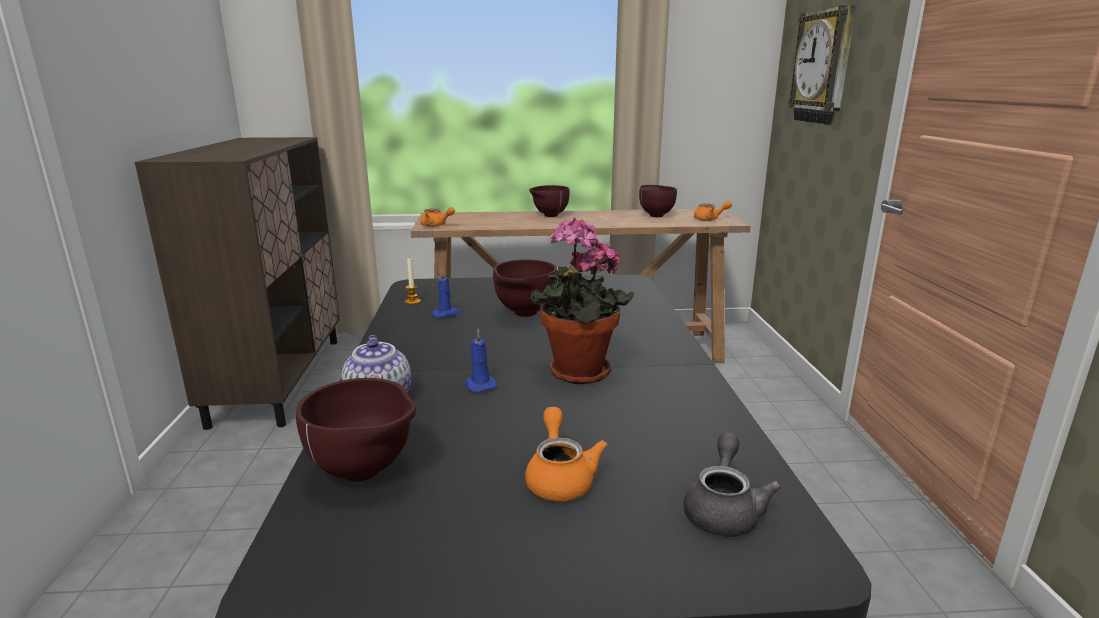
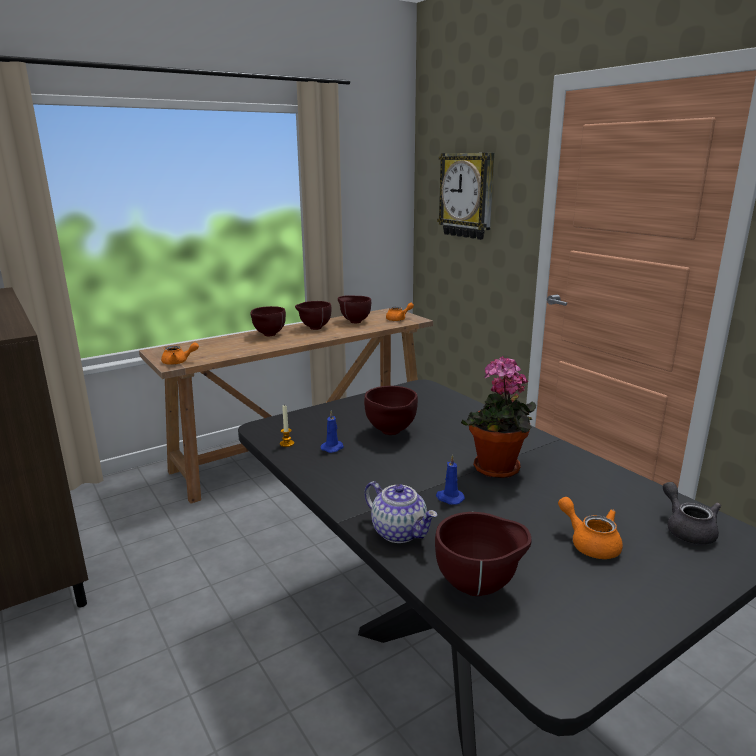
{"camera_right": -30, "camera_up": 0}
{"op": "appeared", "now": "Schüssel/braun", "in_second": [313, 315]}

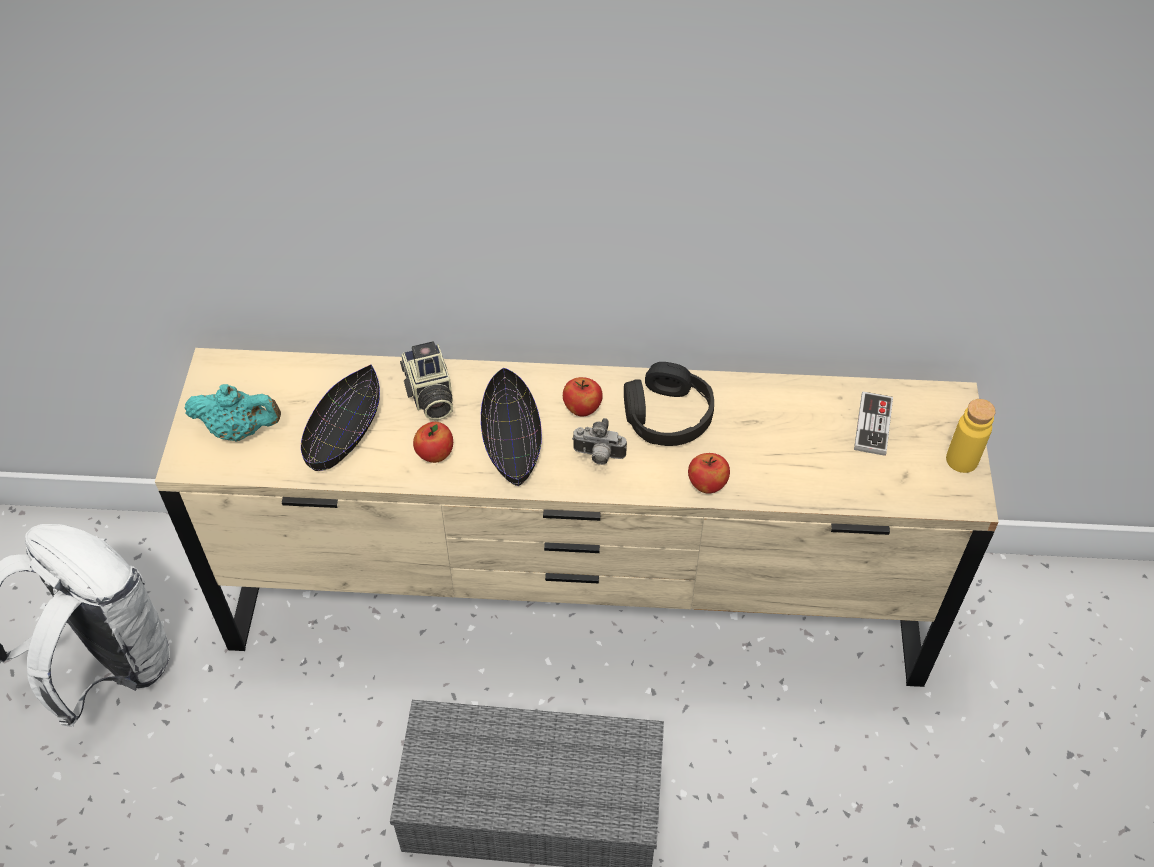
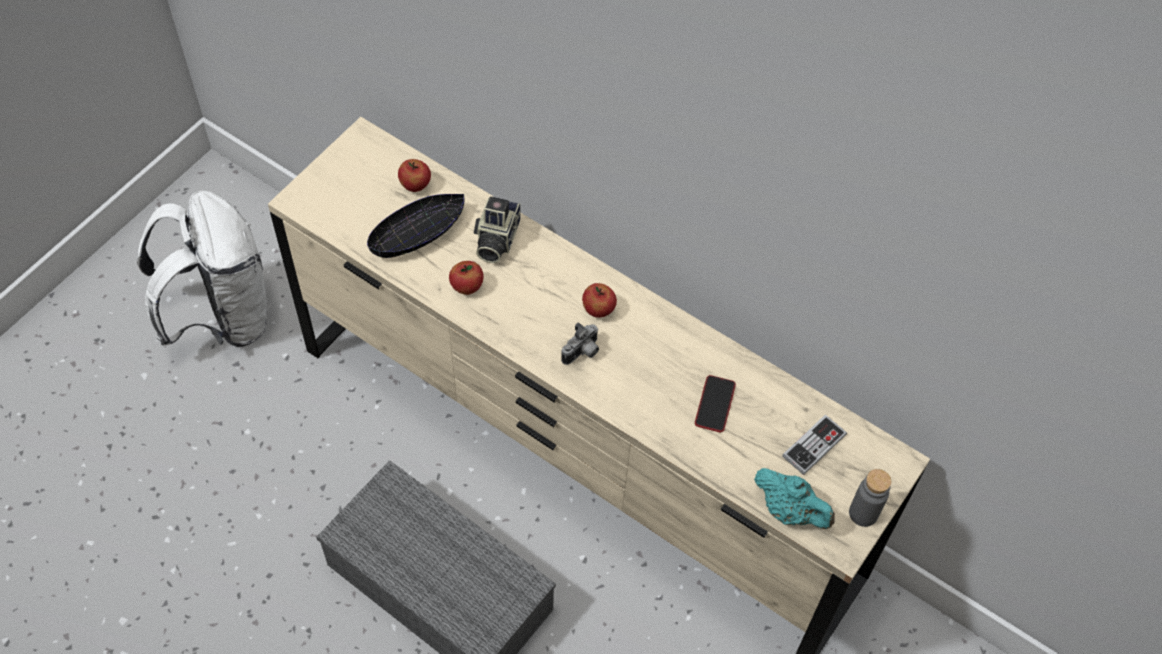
{"camera_right": 30, "camera_up": 5}
{"op": "relocated", "was": "Apfel", "in_first": [709, 473], "in_second": [414, 175]}
{"op": "spun", "was": "Kamera", "in_first": [599, 441], "in_second": [580, 344], "clockwise": -90}
{"op": "appeared", "now": "Handy", "in_second": [715, 403]}
{"op": "relocated", "was": "Teekanne/türkis", "in_first": [232, 413], "in_second": [794, 498]}
{"op": "colour", "was": "Flasche/gelb", "now": "Flasche/grau", "in_first": [971, 436], "in_second": [870, 498]}
{"op": "missing", "was": "Schüssel/schwarz", "in_first": [511, 427]}
{"op": "missing", "was": "Kopfhörer/schwarz", "in_first": [669, 404]}

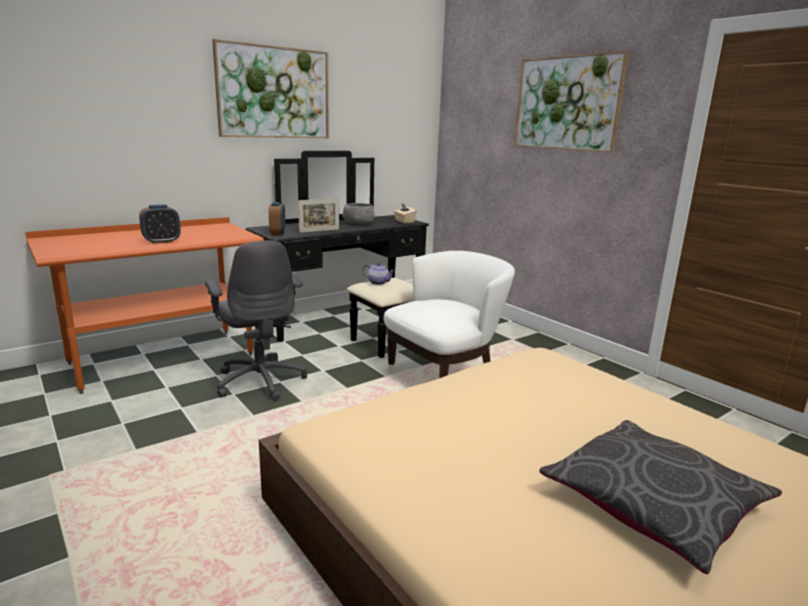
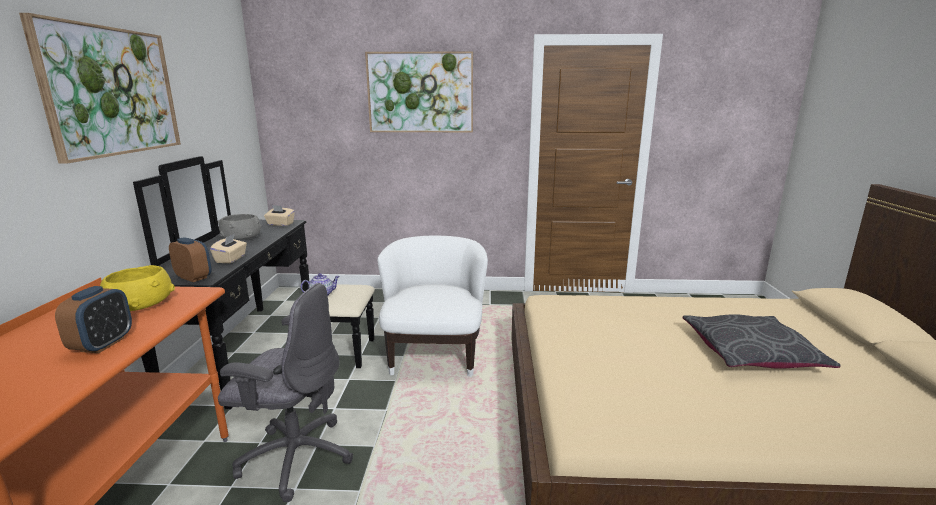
{"camera_right": -50, "camera_up": 0}
{"op": "appeared", "now": "Schüssel/gelb", "in_second": [137, 288]}
{"op": "exchanged", "was": "Bilderrahmen", "now": "Taschentuchbox/beige", "in_first": [318, 215], "in_second": [228, 248]}

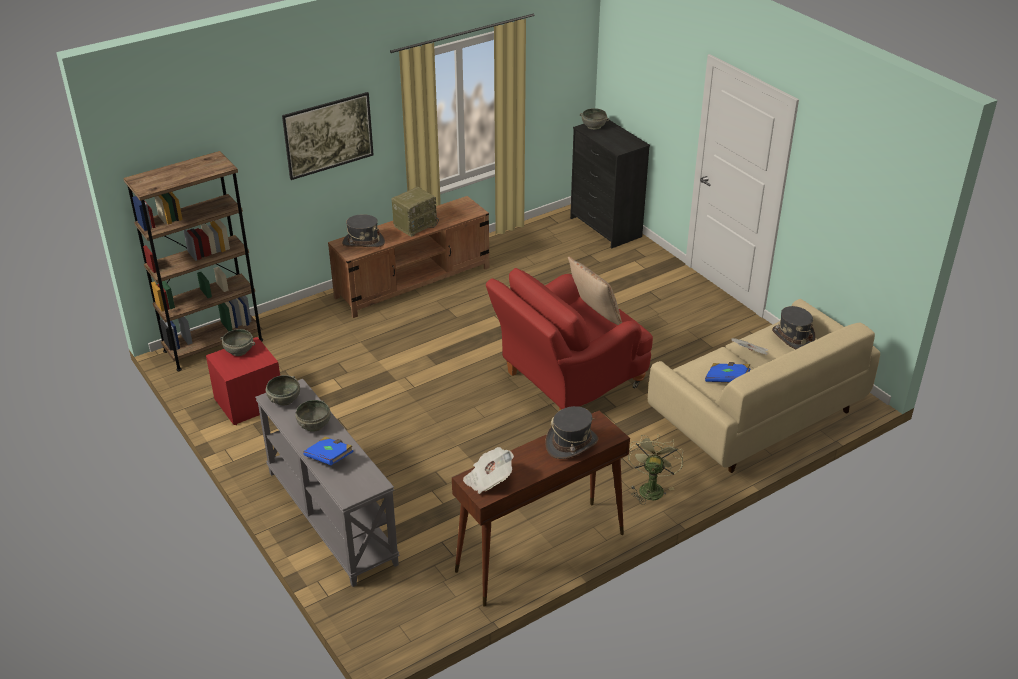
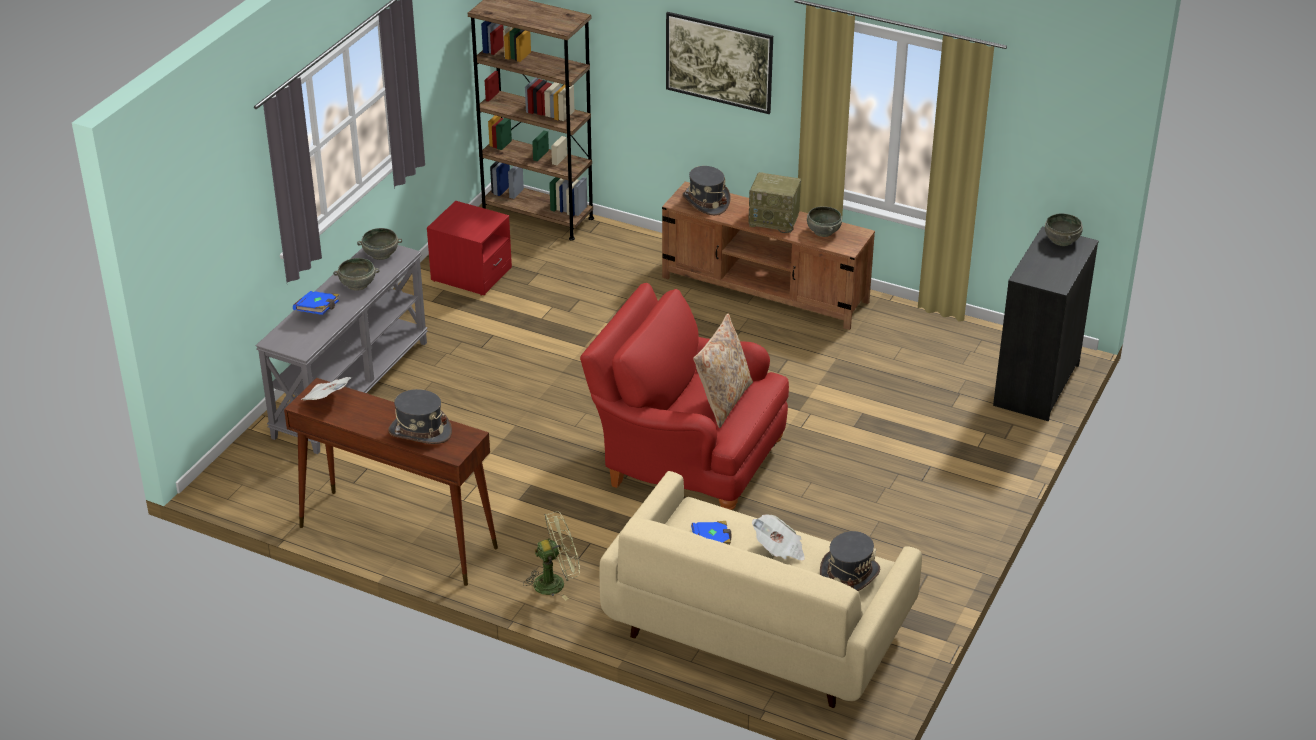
{"camera_right": 60, "camera_up": 0}
{"op": "relocated", "was": "Schüssel/grau", "in_first": [237, 342], "in_second": [824, 221]}

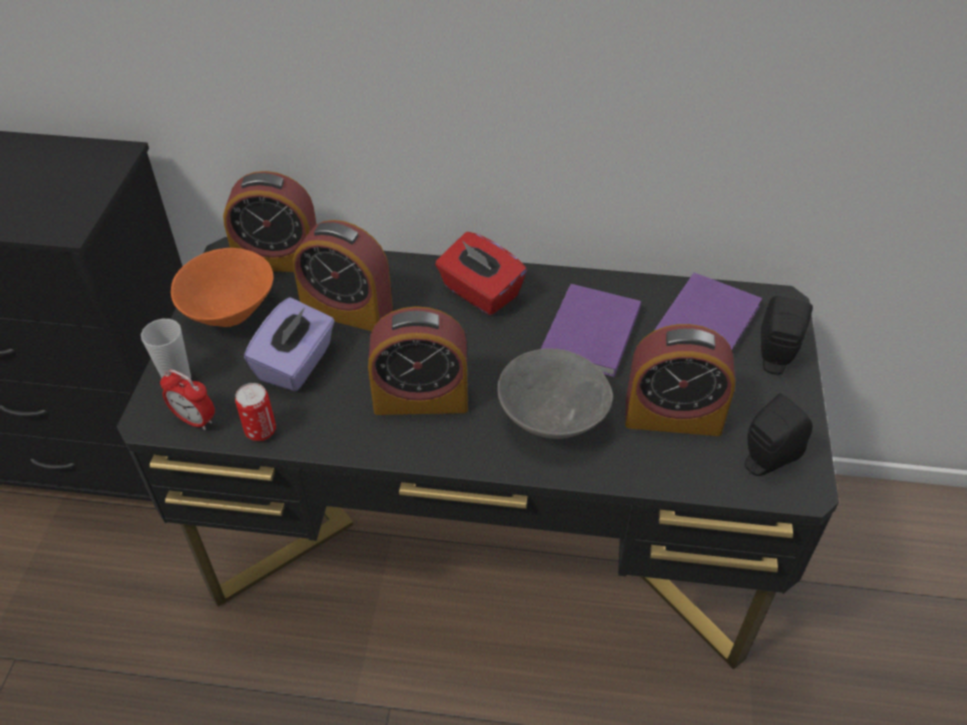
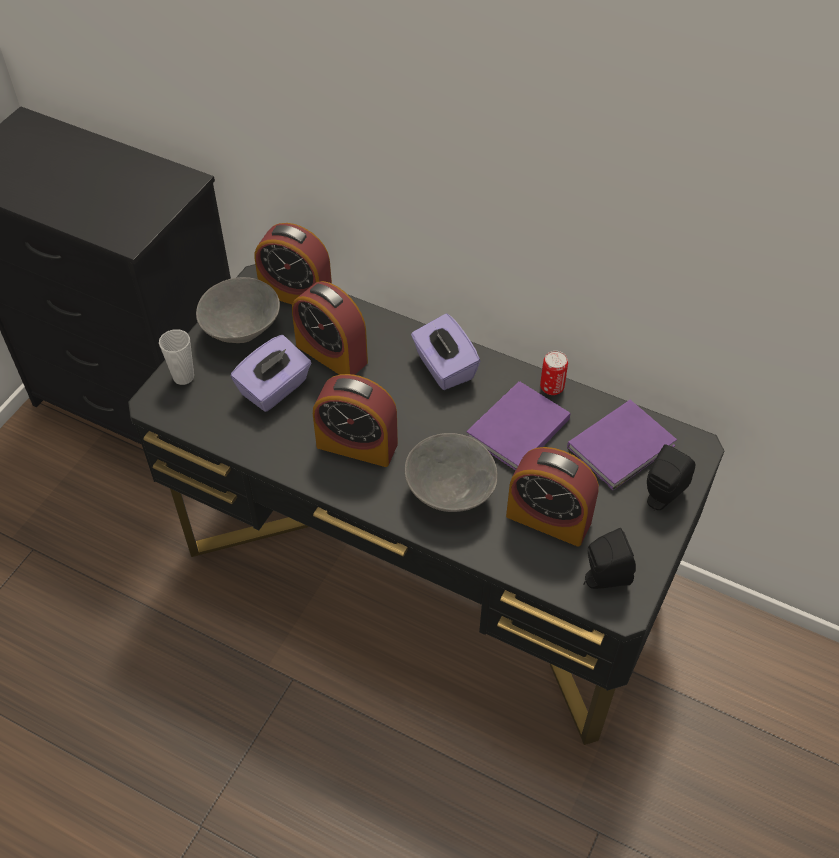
{"camera_right": 20, "camera_up": 5}
{"op": "colour", "was": "Schüssel/orange", "now": "Schüssel/grau", "in_first": [222, 287], "in_second": [238, 310]}
{"op": "colour", "was": "Taschentuchbox/rot", "now": "Taschentuchbox/lila", "in_first": [481, 273], "in_second": [445, 352]}
{"op": "relocated", "was": "Dose", "in_first": [255, 412], "in_second": [554, 373]}
{"op": "missing", "was": "Wecker", "in_first": [187, 400]}

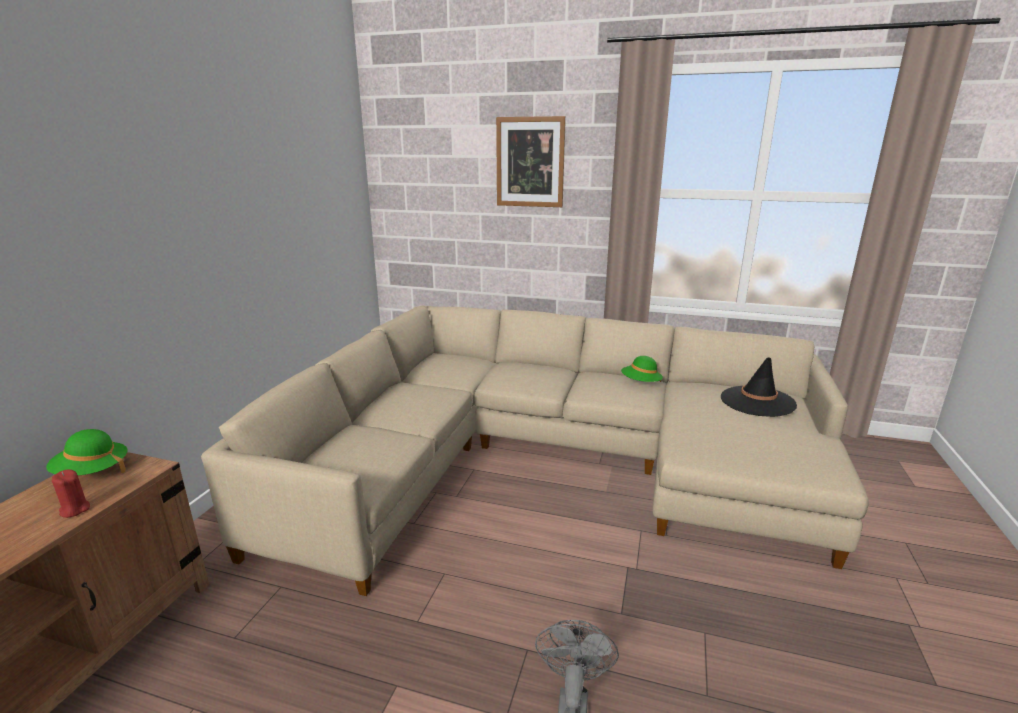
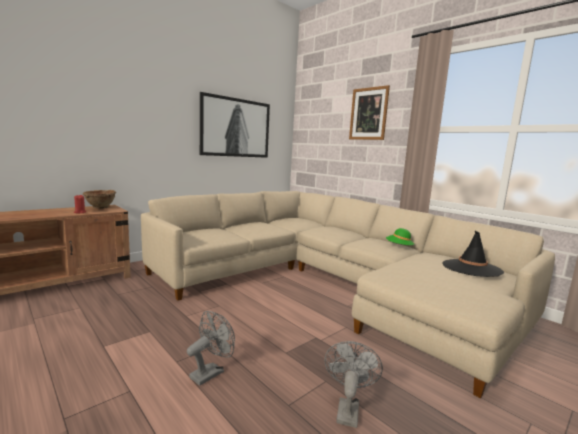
{"camera_right": 30, "camera_up": -10}
{"op": "exchanged", "was": "Hut/grün", "now": "Schüssel/braun", "in_first": [87, 452], "in_second": [99, 199]}
{"op": "appeared", "now": "Bild", "in_second": [235, 125]}
{"op": "appeared", "now": "Ventilator/grau", "in_second": [353, 384]}

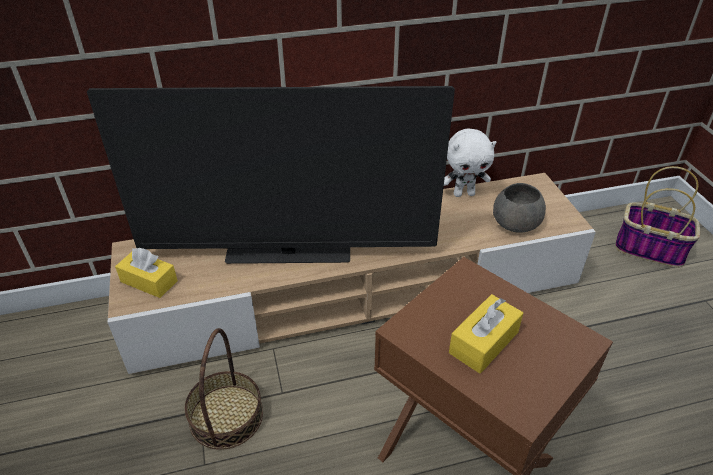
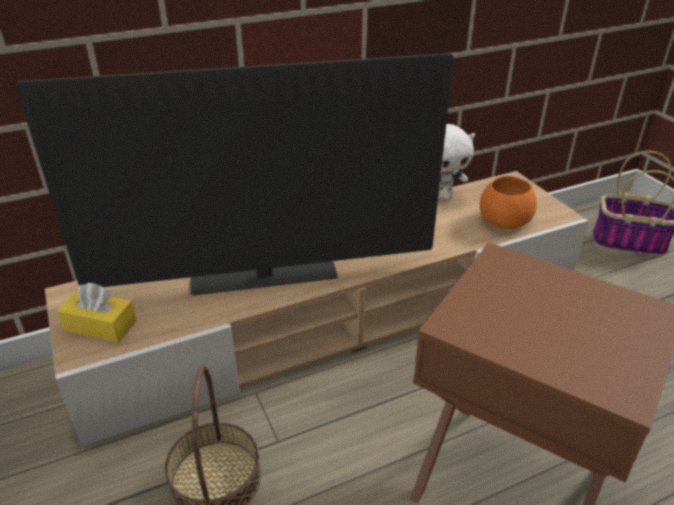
{"camera_right": -10, "camera_up": -5}
{"op": "colour", "was": "Schüssel/grau", "now": "Schüssel/orange", "in_first": [519, 208], "in_second": [508, 202]}
{"op": "missing", "was": "Taschentuchbox/gelb", "in_first": [486, 333]}

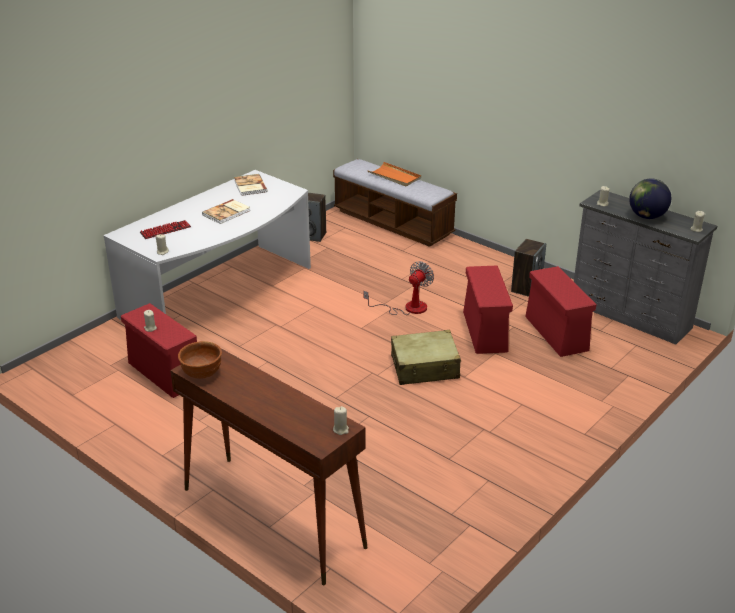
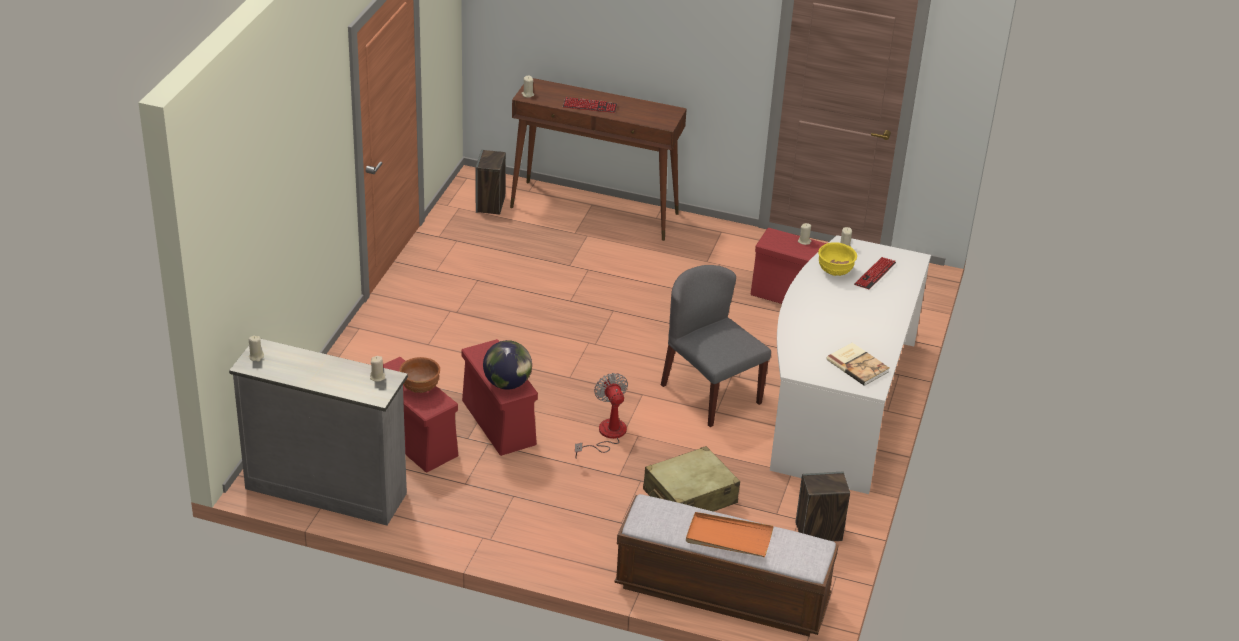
{"camera_right": 155, "camera_up": 5}
{"op": "relocated", "was": "Schüssel/braun", "in_first": [200, 360], "in_second": [419, 375]}
{"op": "relocated", "was": "Lautsprecher", "in_first": [528, 268], "in_second": [490, 181]}
{"op": "relocated", "was": "Globus", "in_first": [650, 198], "in_second": [507, 365]}
{"op": "appeared", "now": "Tastatur", "in_second": [590, 105]}
{"op": "spun", "was": "Ventilator", "in_first": [398, 288], "in_second": [601, 416], "clockwise": 150}
{"op": "relocated", "was": "Koffer/beige", "in_first": [426, 357], "in_second": [691, 479]}
{"op": "appeared", "now": "Stuhl/grau", "in_second": [716, 346]}
{"op": "appeared", "now": "Schüssel/gelb", "in_second": [837, 259]}
{"op": "missing", "was": "Buch", "in_first": [226, 211]}

